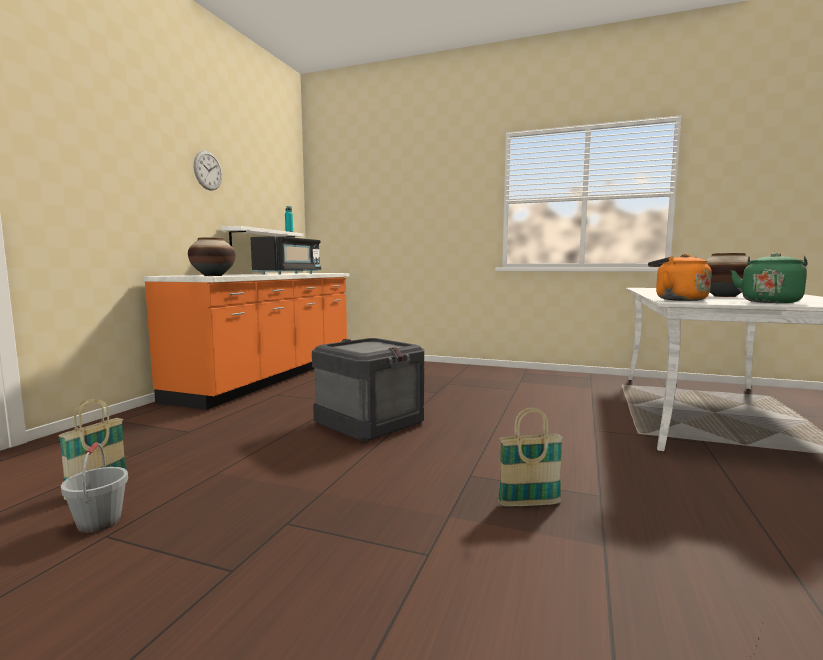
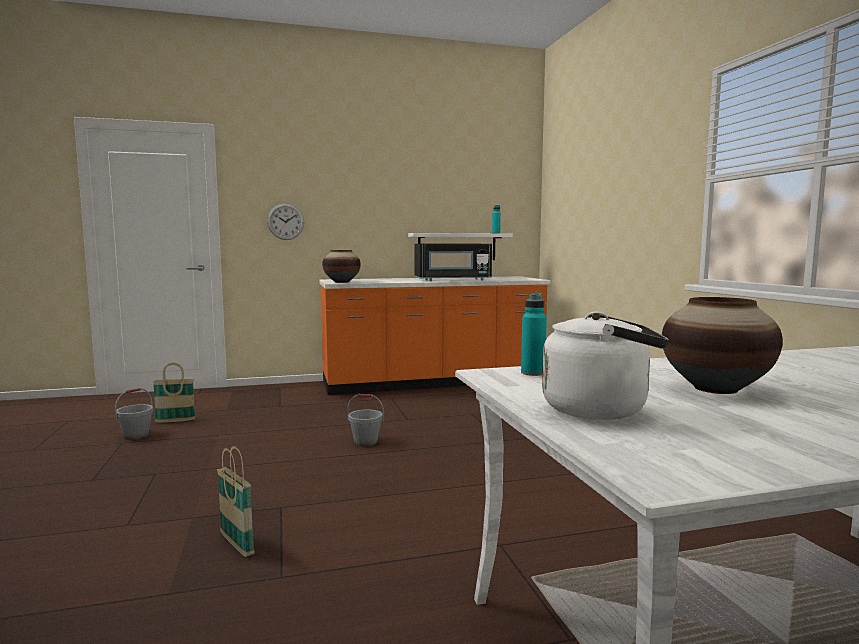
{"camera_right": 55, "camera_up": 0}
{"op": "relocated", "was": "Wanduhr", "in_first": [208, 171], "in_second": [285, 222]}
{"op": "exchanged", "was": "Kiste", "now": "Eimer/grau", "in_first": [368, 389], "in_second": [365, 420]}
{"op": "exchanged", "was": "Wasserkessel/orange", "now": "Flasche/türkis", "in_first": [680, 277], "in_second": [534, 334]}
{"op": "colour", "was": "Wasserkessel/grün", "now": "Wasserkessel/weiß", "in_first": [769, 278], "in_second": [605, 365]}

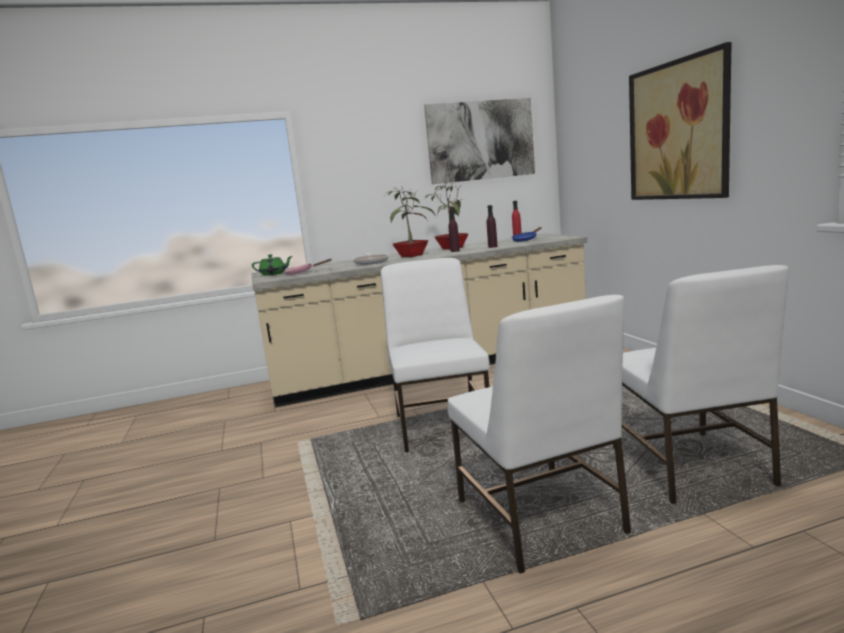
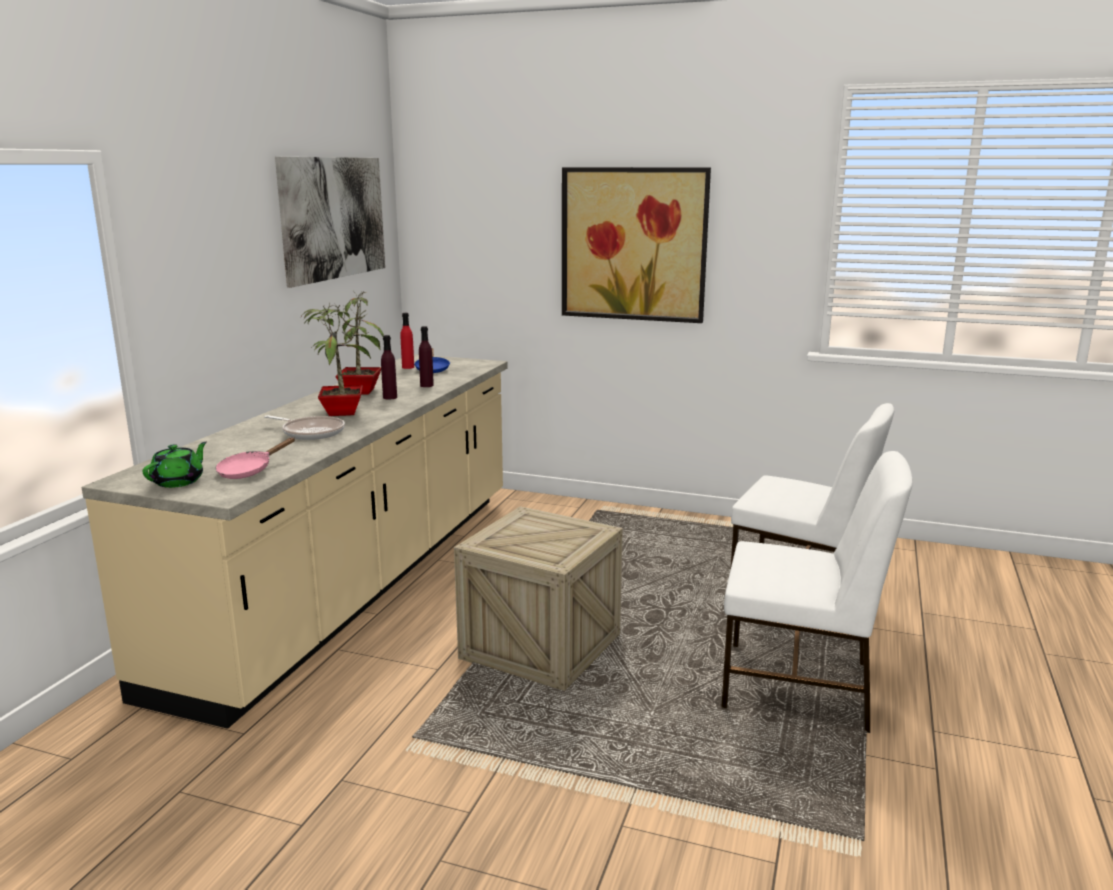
{"camera_right": -55, "camera_up": 5}
{"op": "exchanged", "was": "Stuhl/weiß", "now": "Kiste", "in_first": [435, 355], "in_second": [538, 598]}

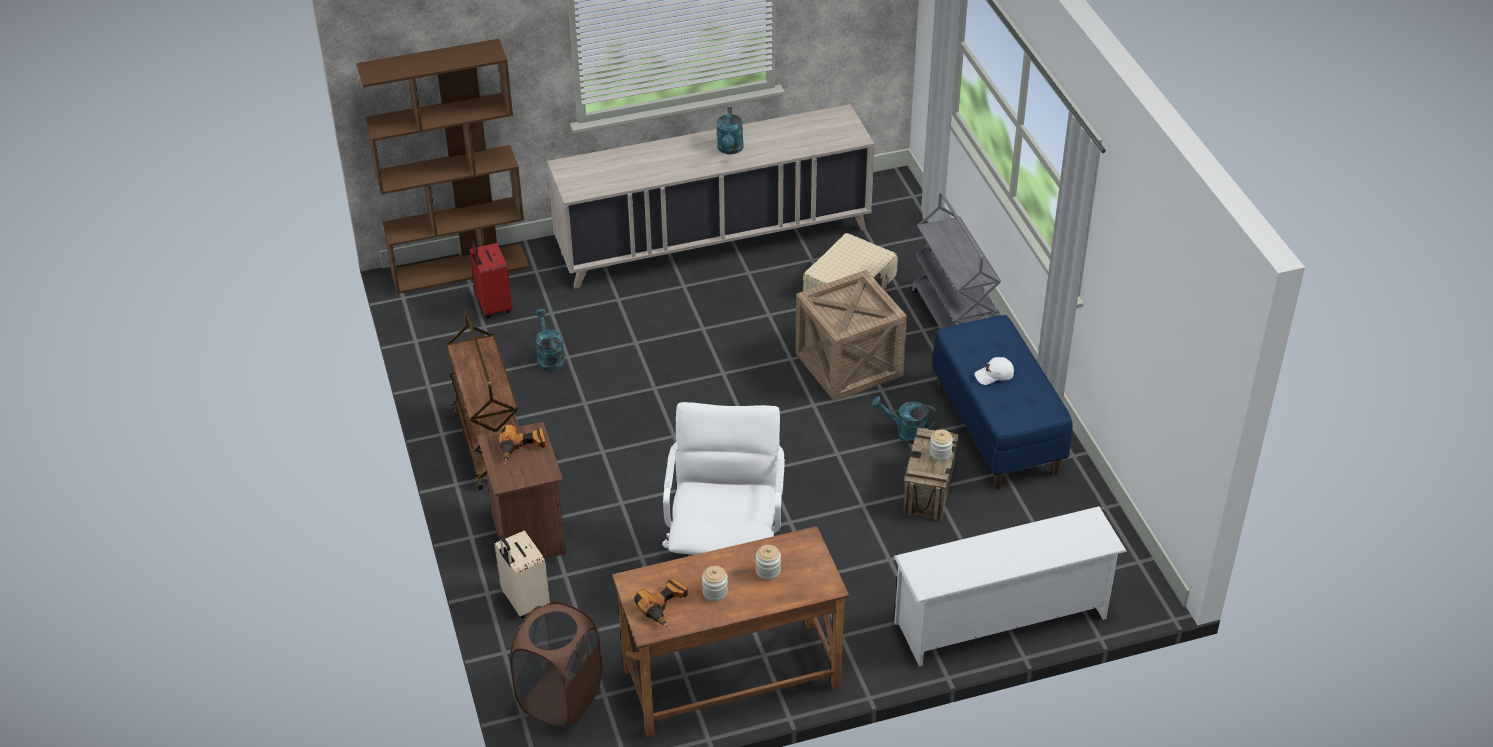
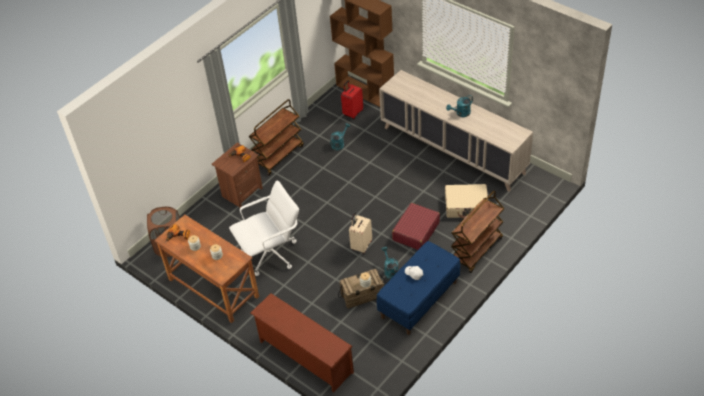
{"camera_right": 60, "camera_up": 5}
{"op": "colour", "was": "Schuhregal/weiß", "now": "Schuhregal/braun", "in_first": [1010, 586], "in_second": [302, 343]}
{"op": "relocated", "was": "Koffer/beige", "in_first": [522, 574], "in_second": [360, 233]}
{"op": "exchanged", "was": "Kiste", "now": "Koffer/rot", "in_first": [851, 335], "in_second": [416, 226]}
{"op": "colour", "was": "Rollwagen/grau", "now": "Rollwagen/braun", "in_first": [956, 260], "in_second": [477, 232]}

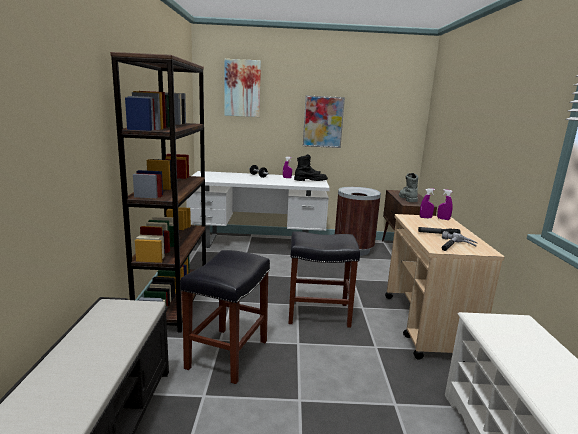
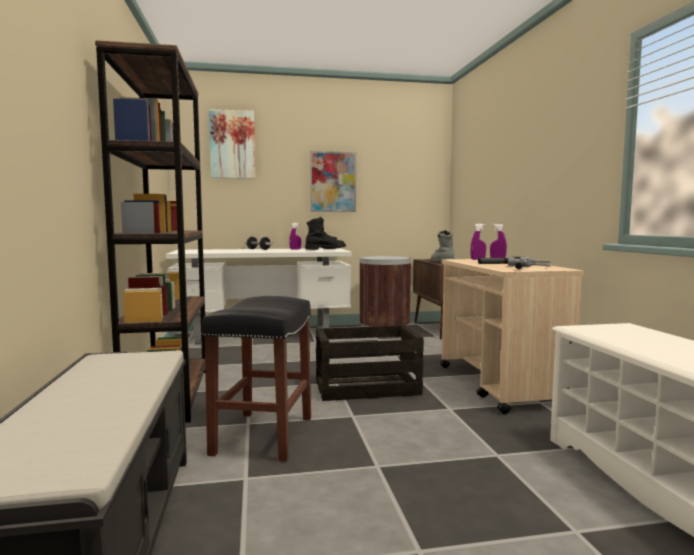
{"camera_right": -10, "camera_up": -10}
{"op": "exchanged", "was": "Hocker/schwarz", "now": "Kiste", "in_first": [324, 279], "in_second": [370, 363]}

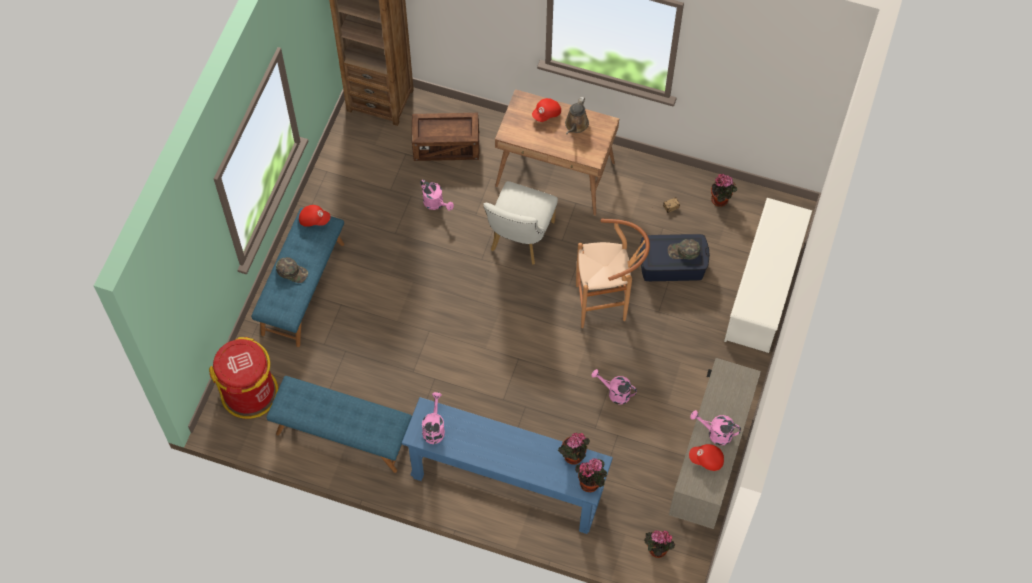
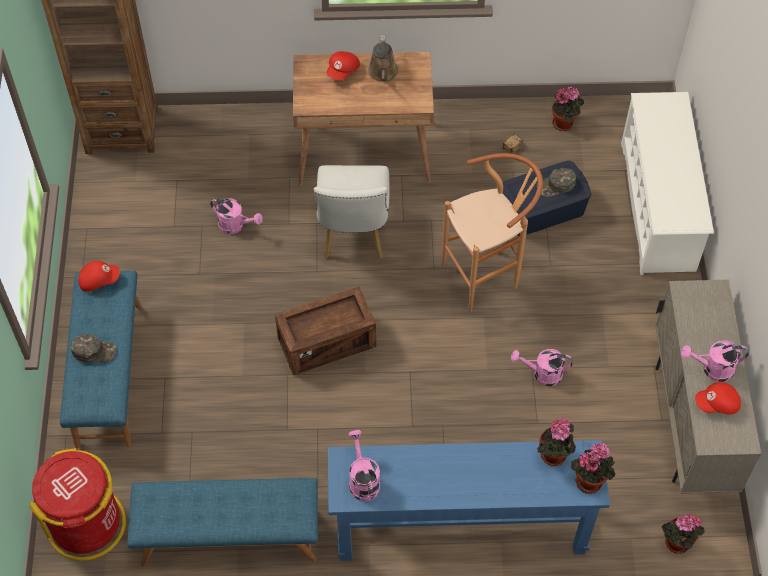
{"camera_right": -20, "camera_up": -5}
{"op": "relocated", "was": "Kiste", "in_first": [446, 137], "in_second": [325, 331]}

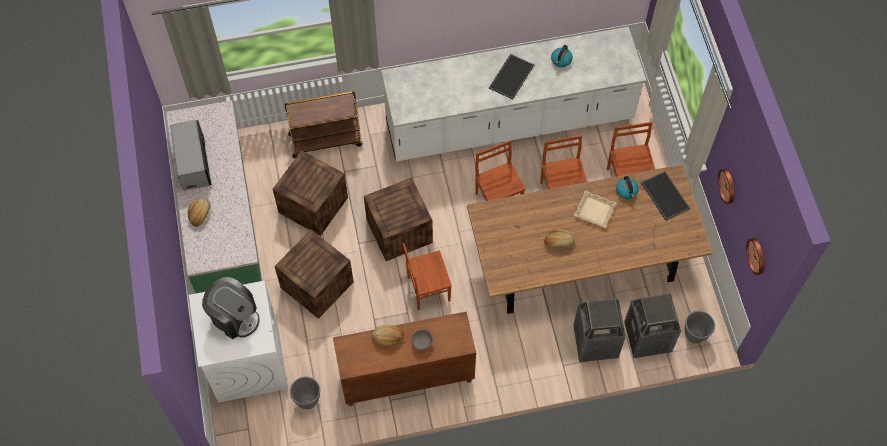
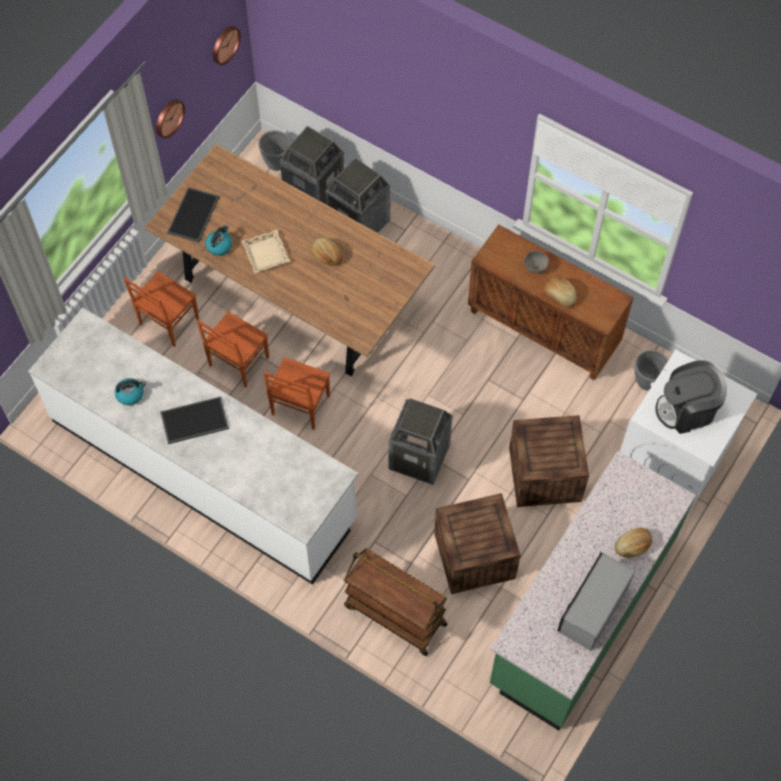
{"camera_right": -135, "camera_up": 0}
{"op": "exchanged", "was": "Kiste", "now": "Mülleimer", "in_first": [398, 219], "in_second": [420, 441]}
{"op": "spun", "was": "Kaffeemaschine", "in_first": [231, 308], "in_second": [691, 397], "clockwise": -90}
{"op": "missing", "was": "Stuhl/braun", "in_first": [427, 276]}

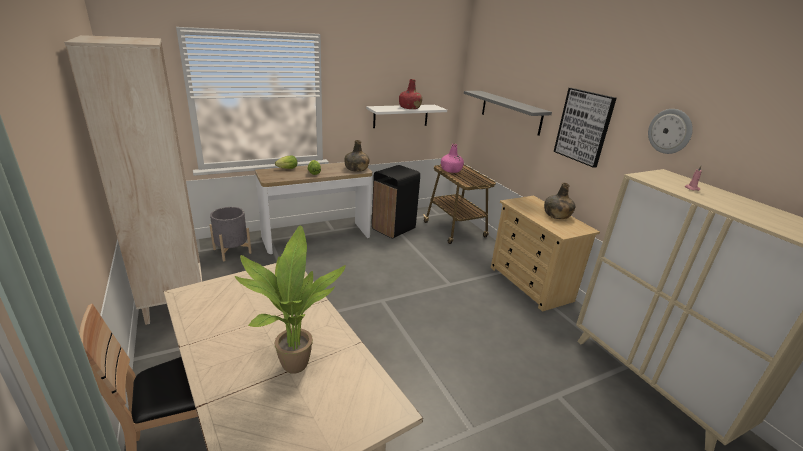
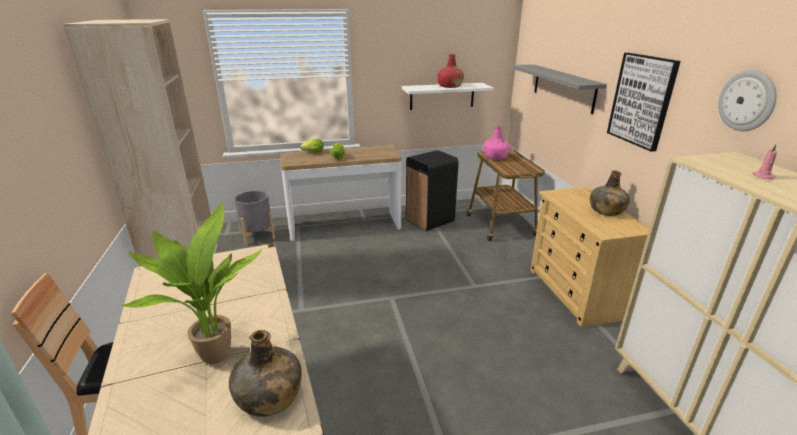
{"camera_right": 15, "camera_up": 0}
{"op": "relocated", "was": "Flasche/grün", "in_first": [356, 156], "in_second": [265, 373]}

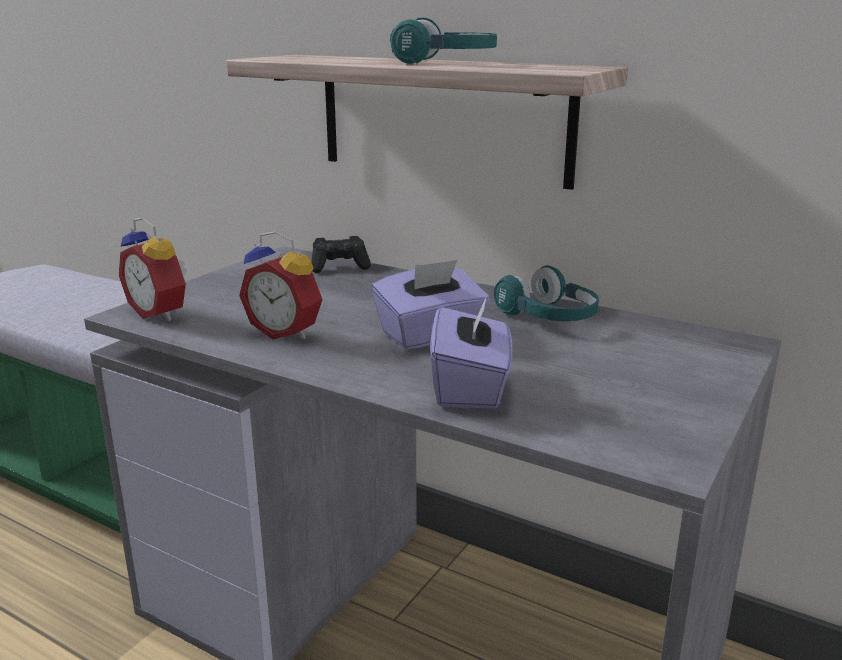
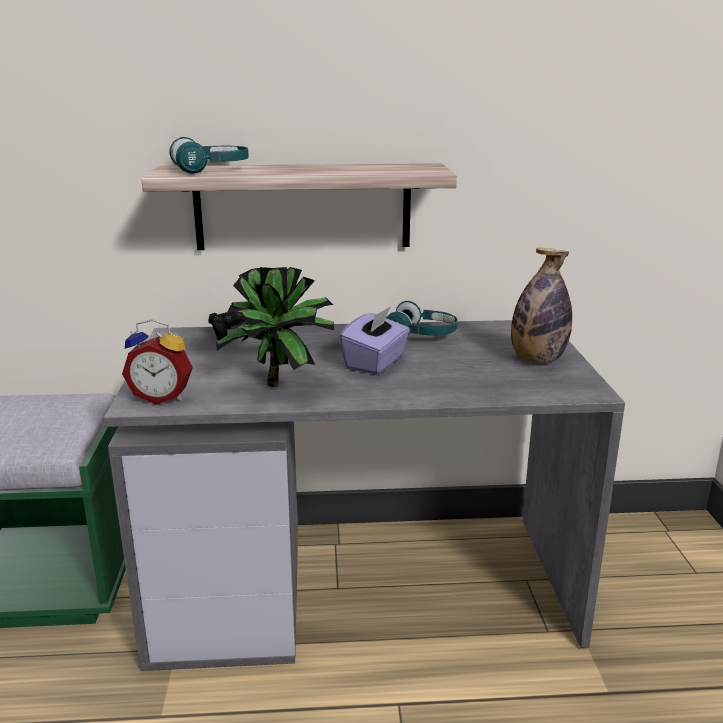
{"camera_right": -35, "camera_up": 0}
{"op": "relocated", "was": "Kopfhörer/türkis", "in_first": [443, 40], "in_second": [209, 155]}
{"op": "exchanged", "was": "Wecker", "now": "Topfpflanze", "in_first": [281, 285], "in_second": [275, 327]}
{"op": "appeared", "now": "Flasche", "in_second": [541, 305]}
{"op": "missing", "was": "Taschentuchbox/lila", "in_first": [471, 353]}

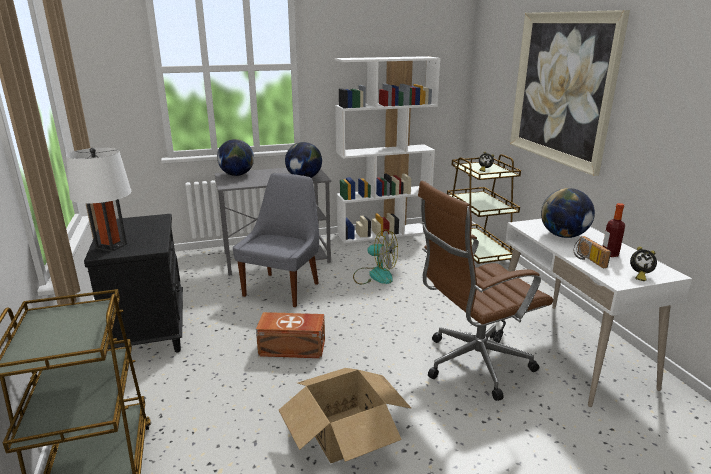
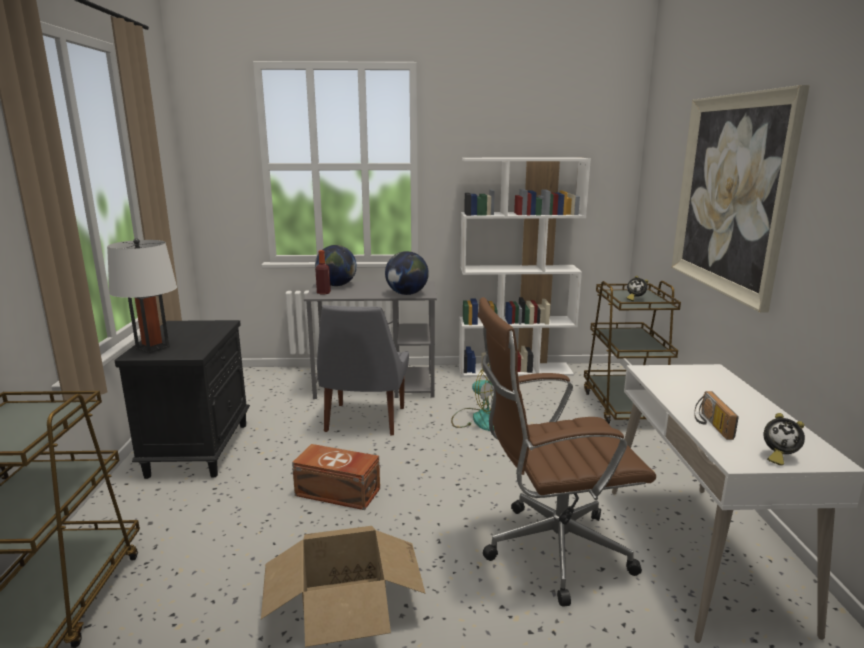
{"camera_right": 15, "camera_up": -5}
{"op": "relocated", "was": "Flasche", "in_first": [614, 230], "in_second": [323, 272]}
{"op": "spun", "was": "Stuhl/grau", "in_first": [276, 240], "in_second": [363, 370], "clockwise": 150}
{"op": "missing", "was": "Globus", "in_first": [568, 213]}

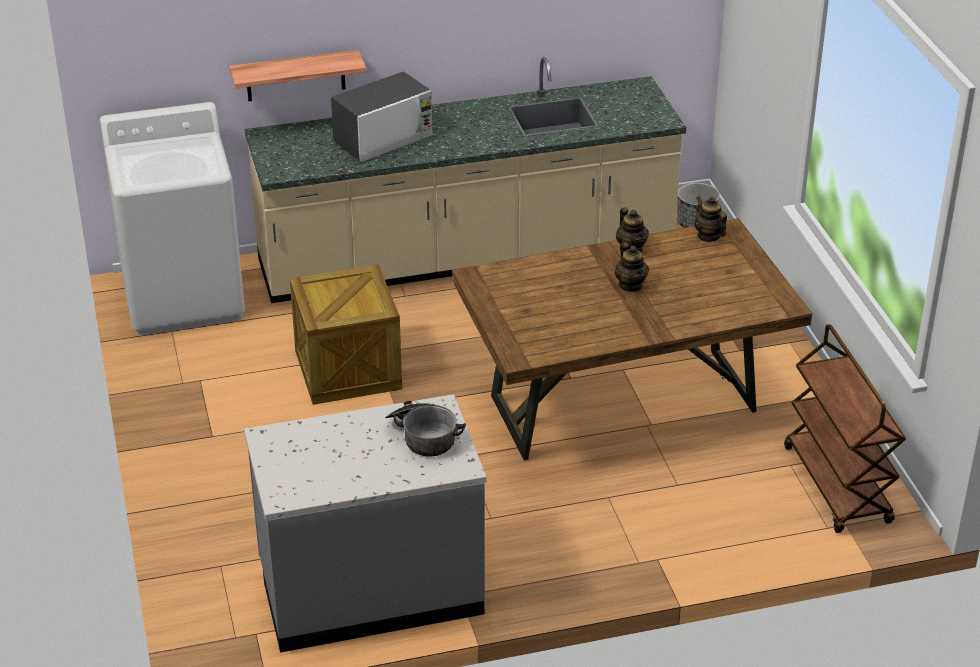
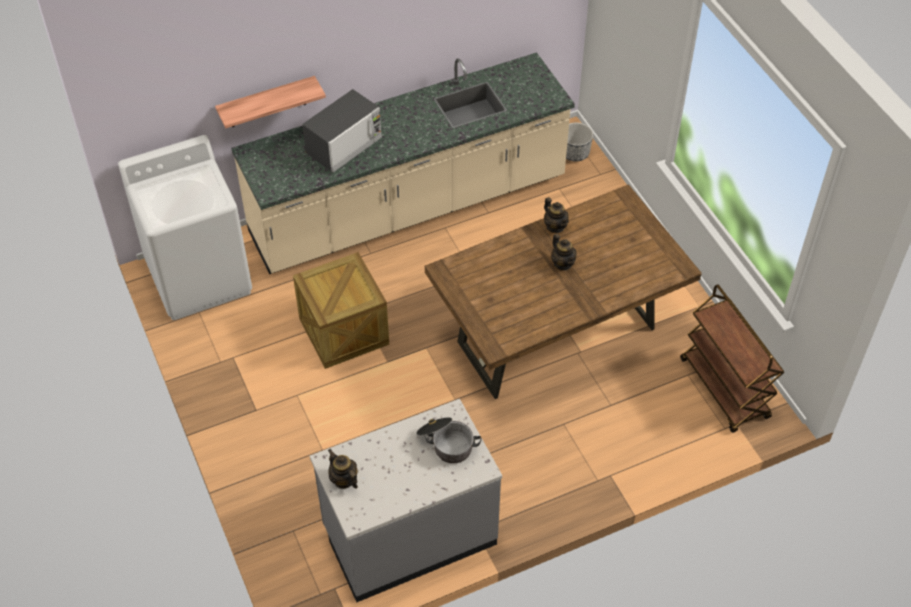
{"camera_right": -10, "camera_up": 15}
{"op": "relocated", "was": "Teekanne", "in_first": [710, 219], "in_second": [343, 469]}

